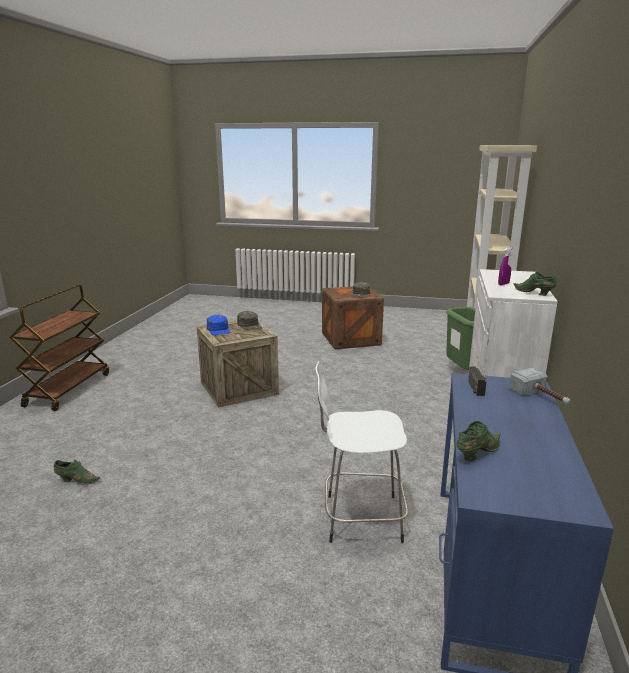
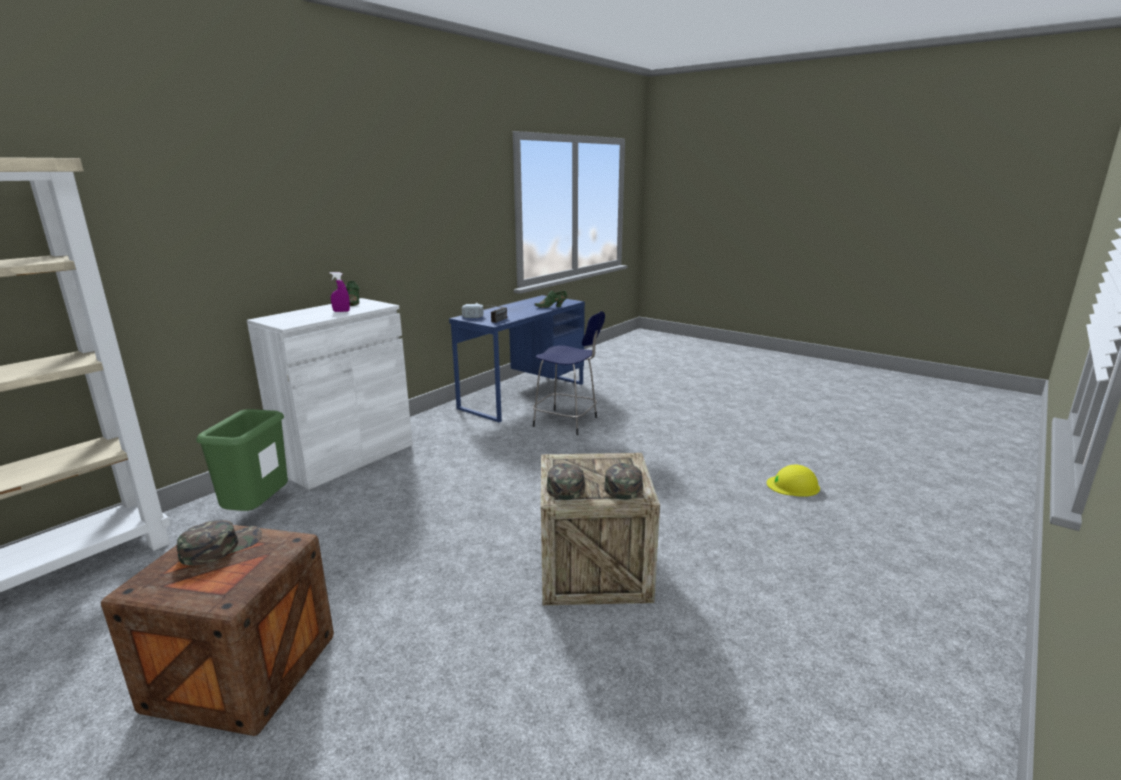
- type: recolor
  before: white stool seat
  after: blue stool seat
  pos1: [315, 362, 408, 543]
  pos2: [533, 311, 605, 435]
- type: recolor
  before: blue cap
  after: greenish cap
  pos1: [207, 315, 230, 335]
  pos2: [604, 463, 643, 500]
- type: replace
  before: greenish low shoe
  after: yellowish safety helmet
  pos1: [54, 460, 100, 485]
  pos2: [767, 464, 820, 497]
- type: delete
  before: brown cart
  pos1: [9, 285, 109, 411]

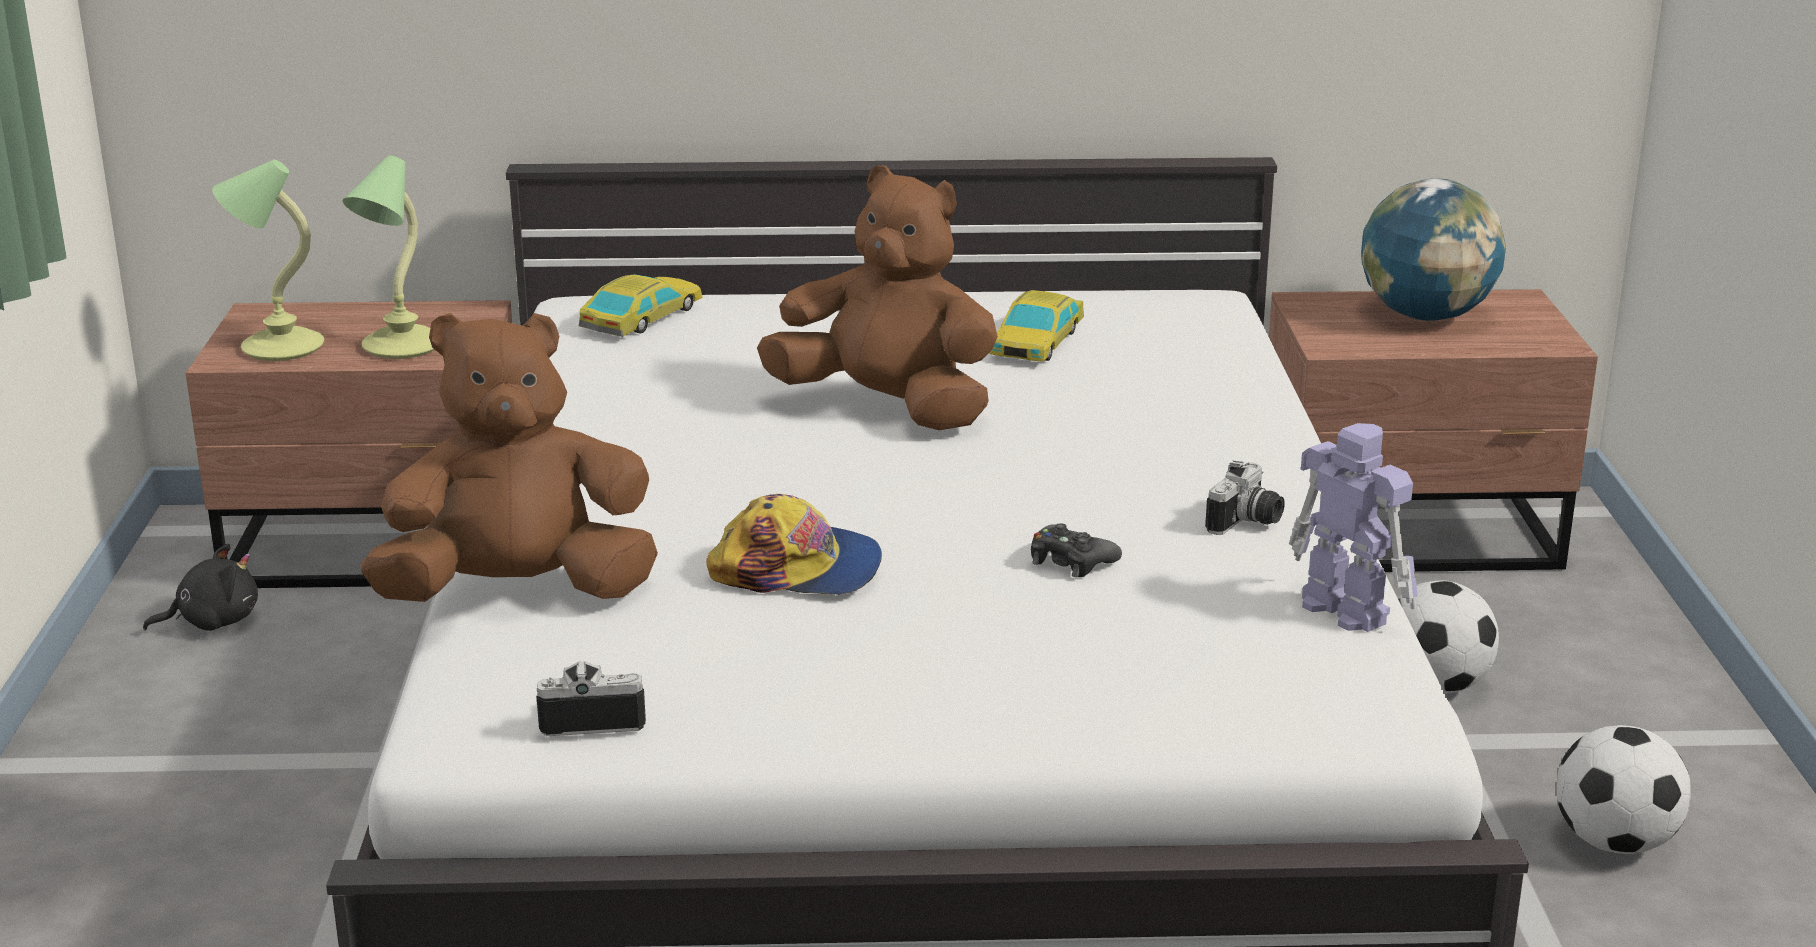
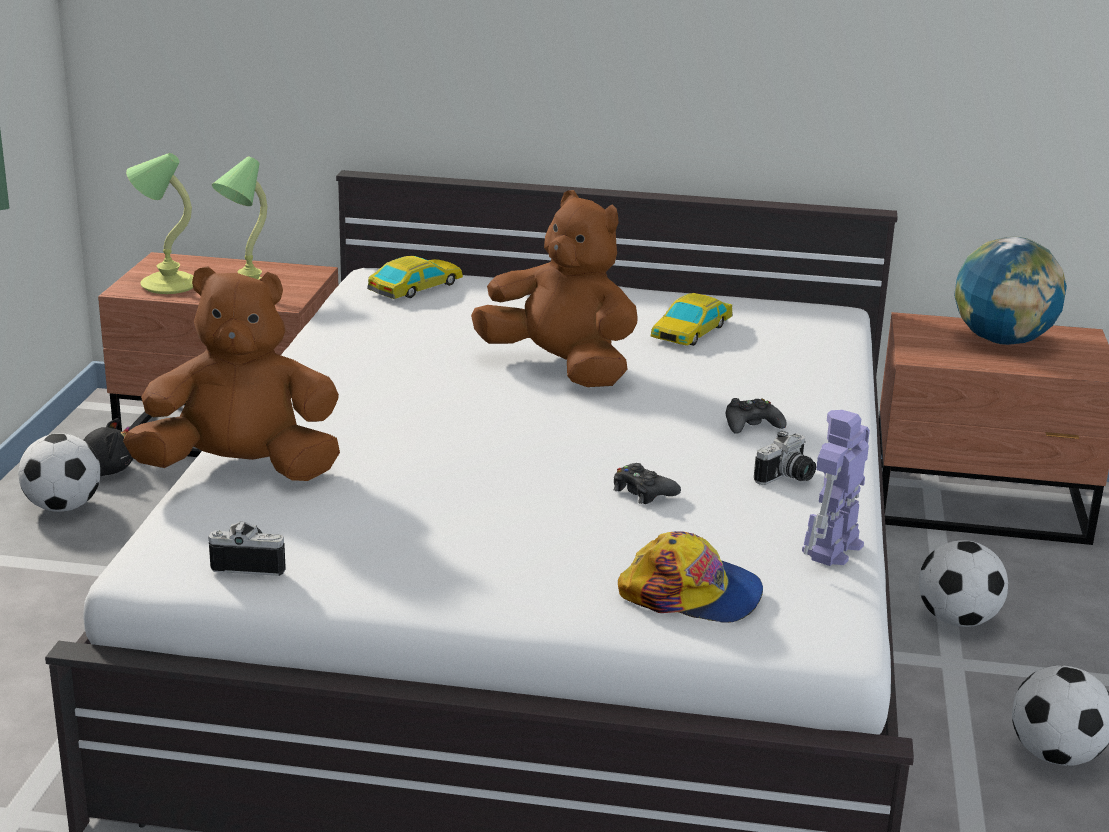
- type: insert
  after: football ball
  pos2: [19, 433, 100, 512]
- type: move
  before: cap
  pos1: [706, 494, 882, 594]
  pos2: [618, 531, 763, 623]
- type: insert
  after: black gamepad
  pos2: [726, 398, 786, 434]
- type: rotate
  before: toy robot
  pos1: [1289, 423, 1417, 632]
  pos2: [802, 410, 870, 566]
  turn: -120

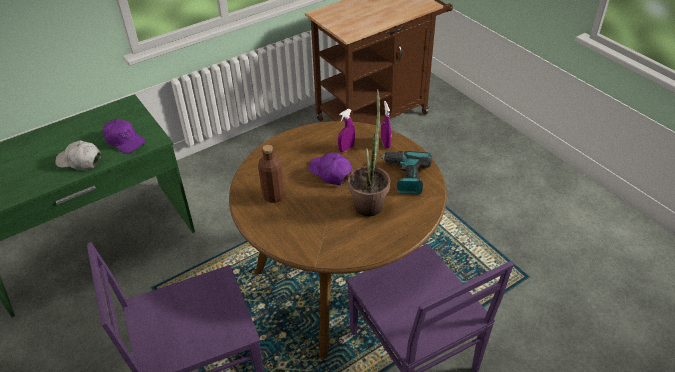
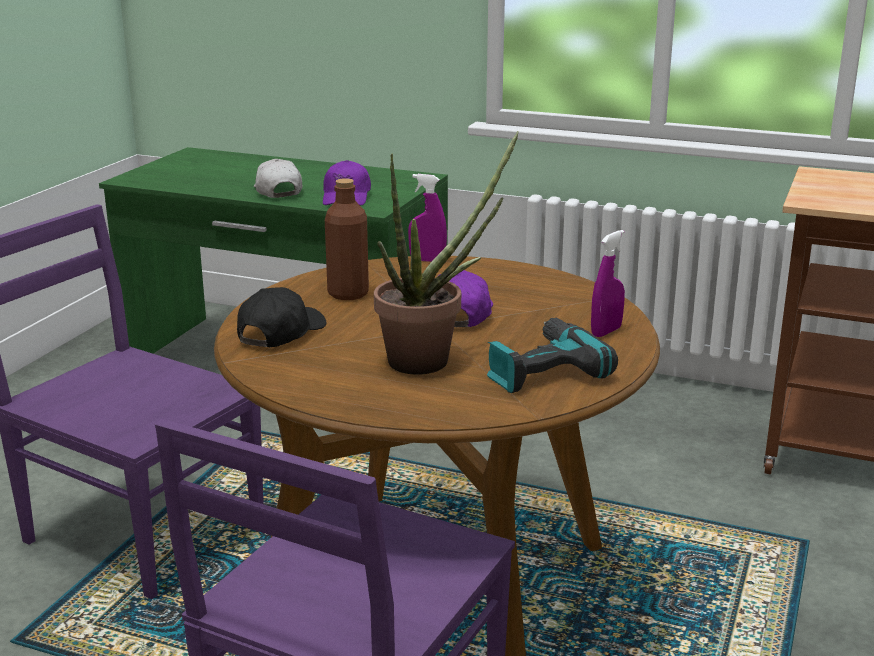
- type: insert
  after: black cap
  pos2: [237, 287, 326, 347]
- type: move
  before: purple spray bottle
  pos1: [338, 109, 355, 152]
  pos2: [408, 174, 447, 262]

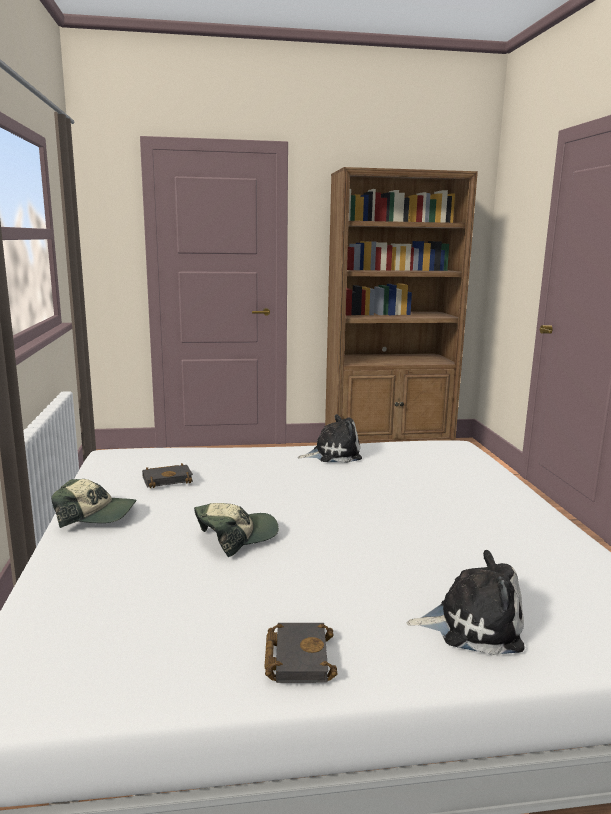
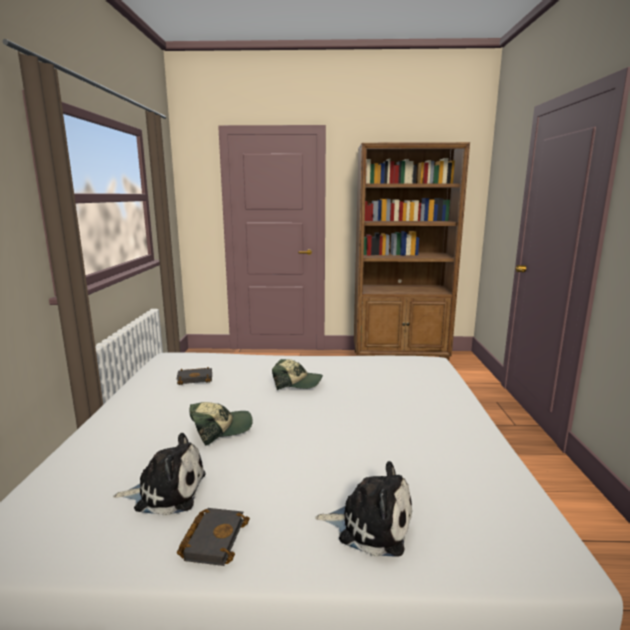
- type: move
  before: cuddly toy
  pos1: [298, 414, 362, 463]
  pos2: [113, 433, 206, 516]
- type: move
  before: cap
  pos1: [51, 479, 136, 528]
  pos2: [272, 359, 323, 390]

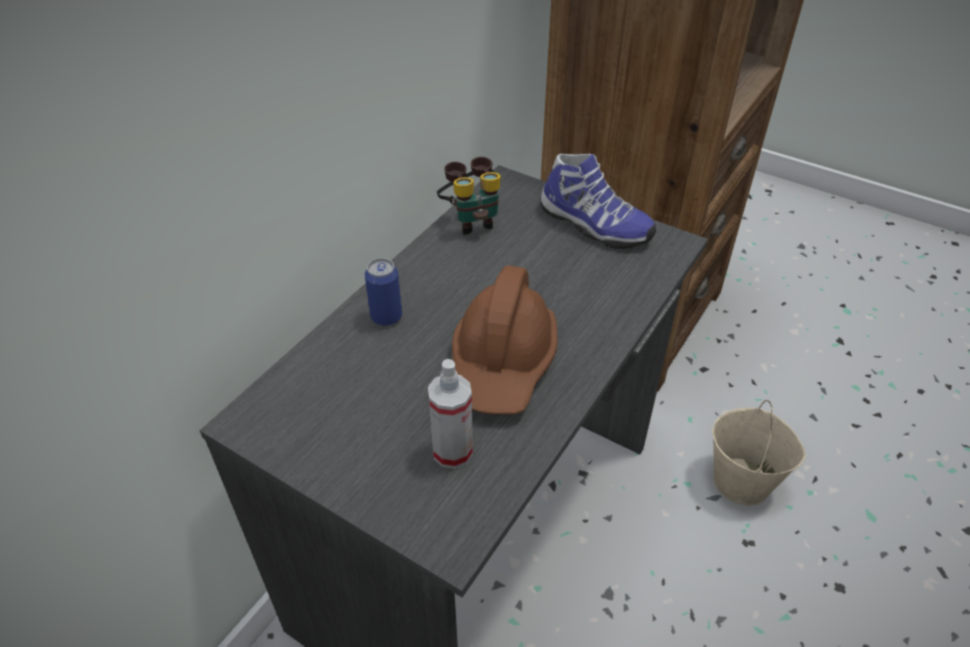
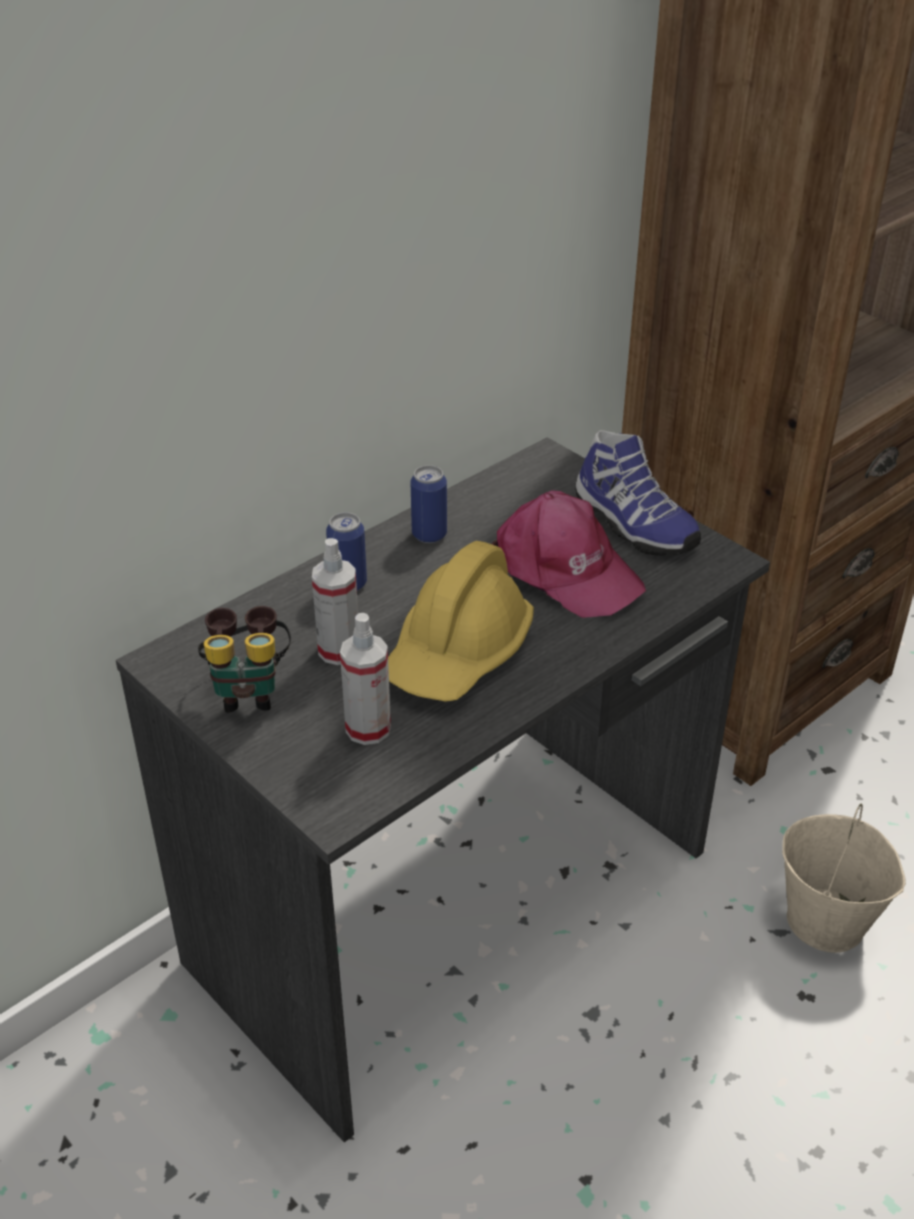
- type: move
  before: pair of binoculars
  pos1: [437, 157, 501, 235]
  pos2: [198, 606, 291, 713]
- type: insert
  after: spray bottle
  pos2: [312, 538, 358, 665]
- type: recolor
  before: brown safety helmet
  after: yellowish safety helmet
  pos1: [452, 265, 558, 414]
  pos2: [388, 541, 534, 702]
- type: insert
  after: sealed can
  pos2: [410, 465, 447, 543]
- type: insert
  after: pinkish cap
  pos2: [491, 490, 646, 618]

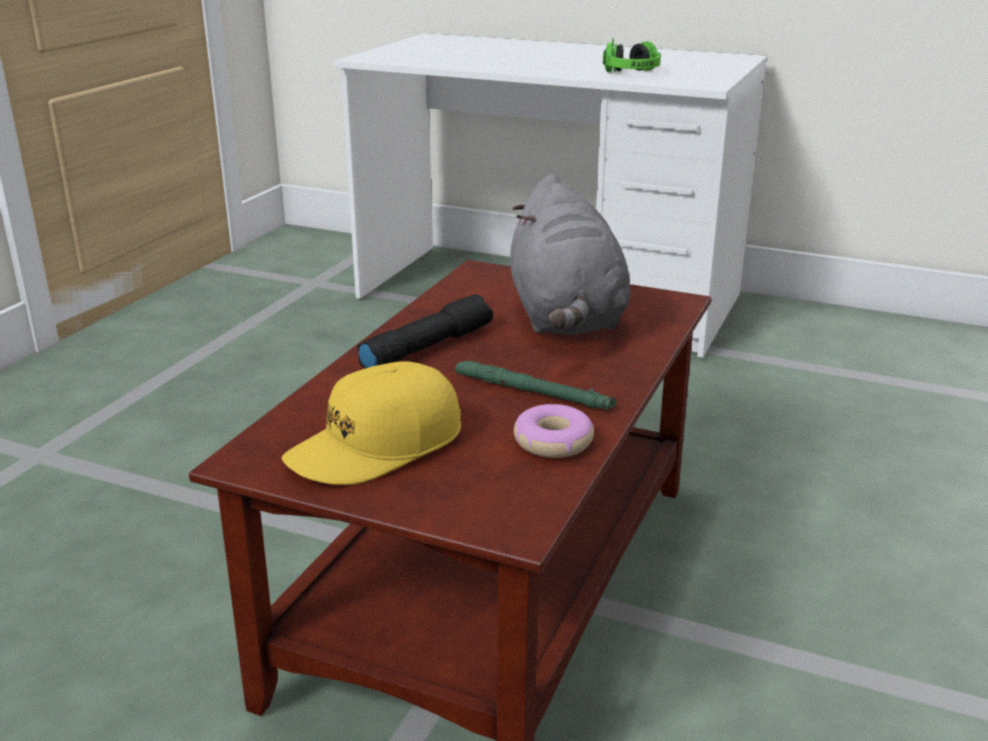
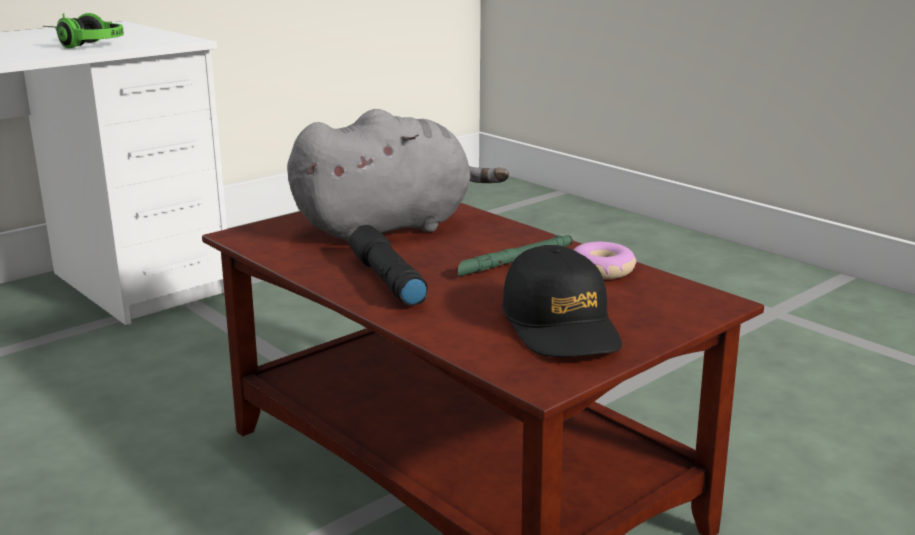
- type: rotate
  before: grey cuddly toy
  pos1: [510, 174, 630, 335]
  pos2: [287, 109, 509, 243]
  turn: -45
- type: recolor
  before: yellowish cap
  after: black cap
  pos1: [282, 361, 461, 485]
  pos2: [502, 245, 622, 357]

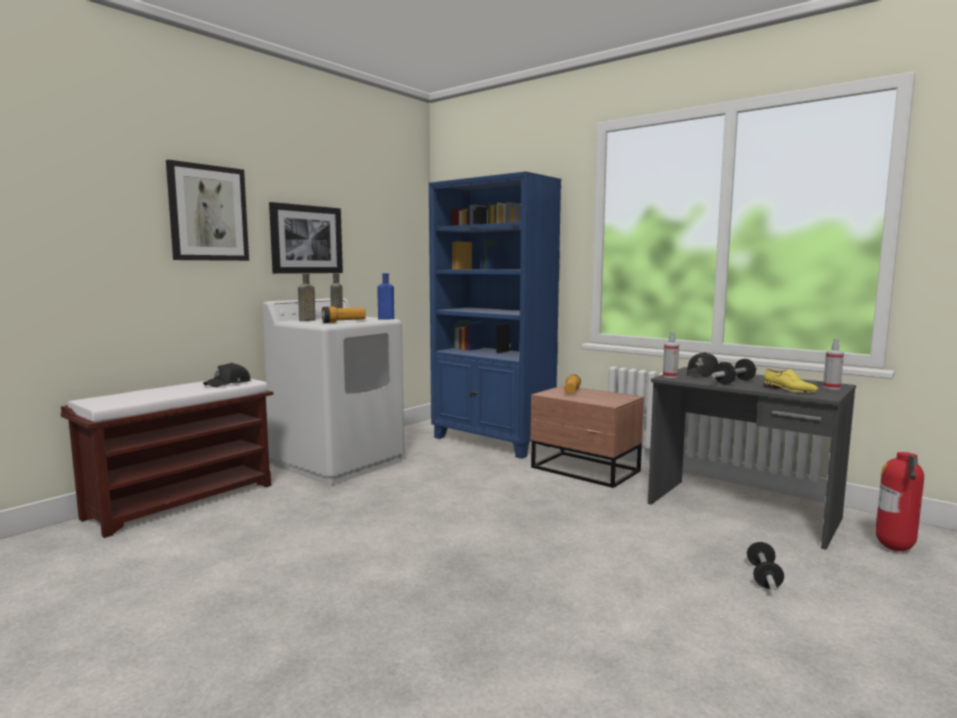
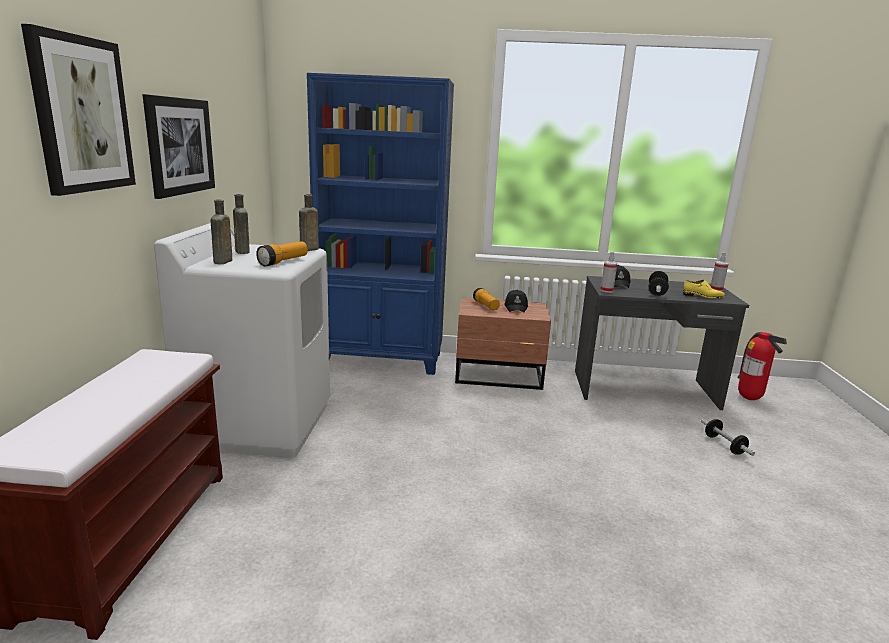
- type: recolor
  before: blue bottle
  after: brown bottle
  pos1: [377, 273, 394, 320]
  pos2: [299, 194, 319, 251]
- type: move
  before: black cap
  pos1: [203, 363, 250, 387]
  pos2: [504, 290, 528, 313]

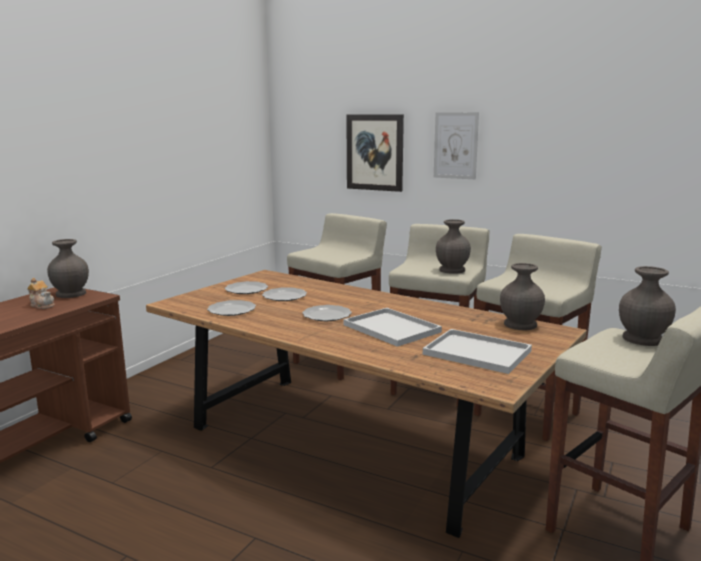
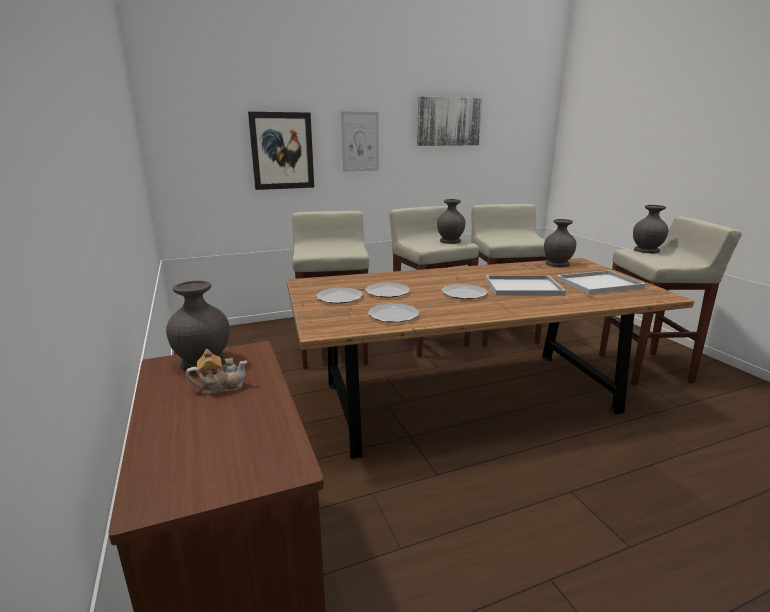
- type: insert
  after: picture
  pos2: [417, 96, 482, 146]

